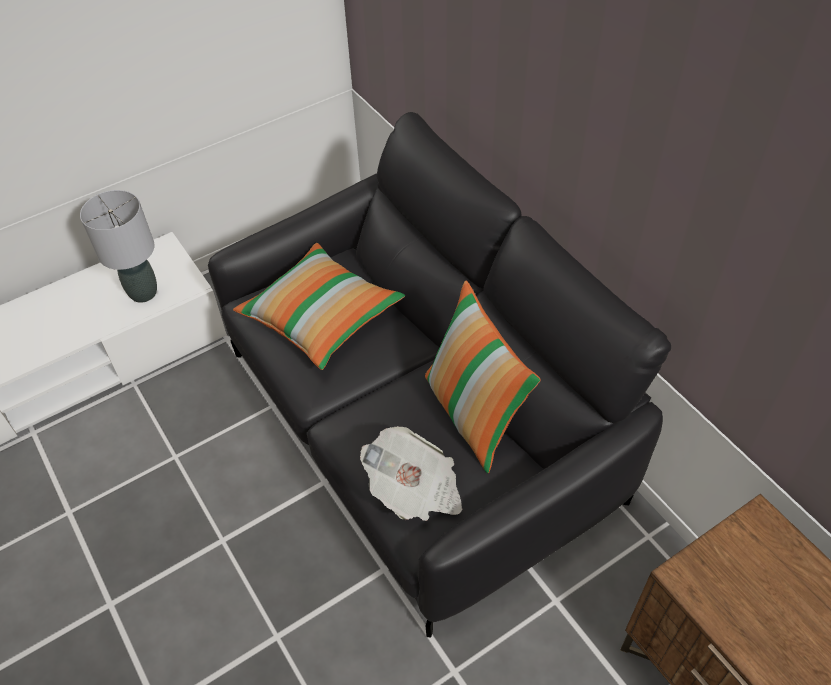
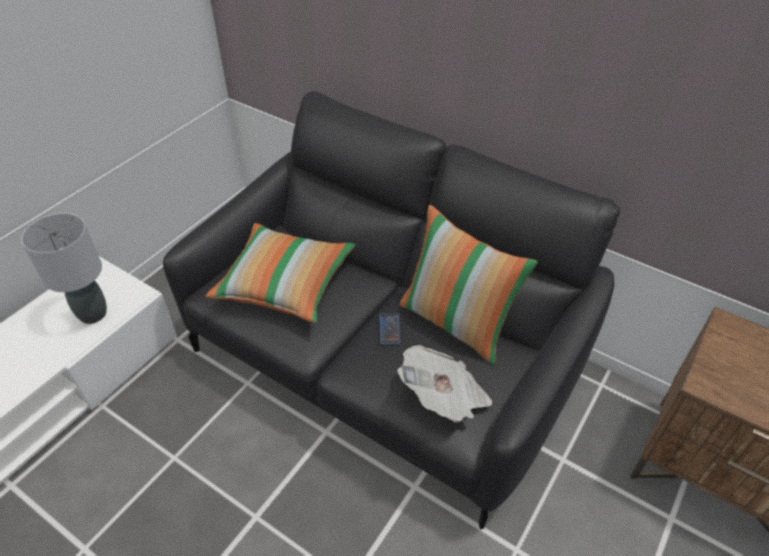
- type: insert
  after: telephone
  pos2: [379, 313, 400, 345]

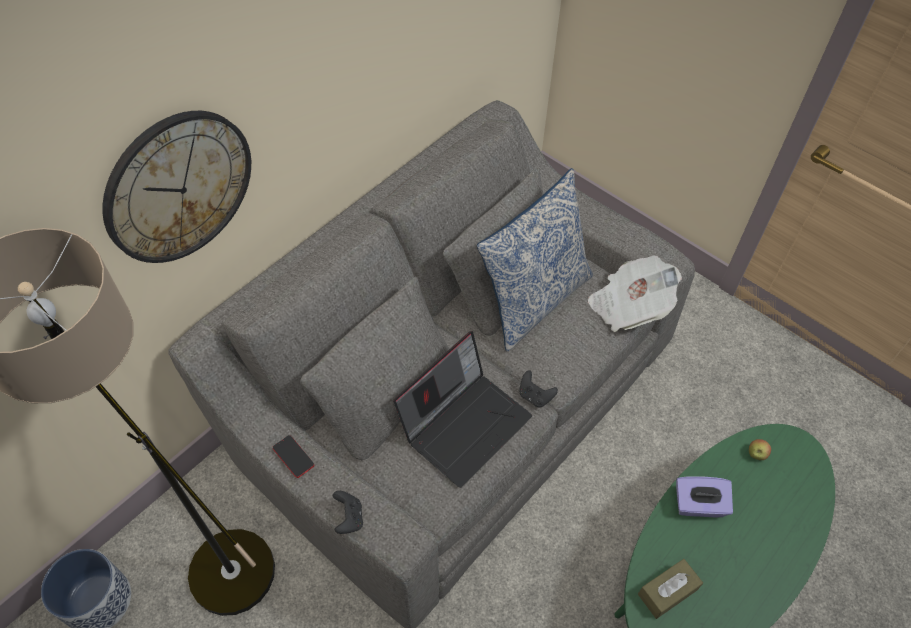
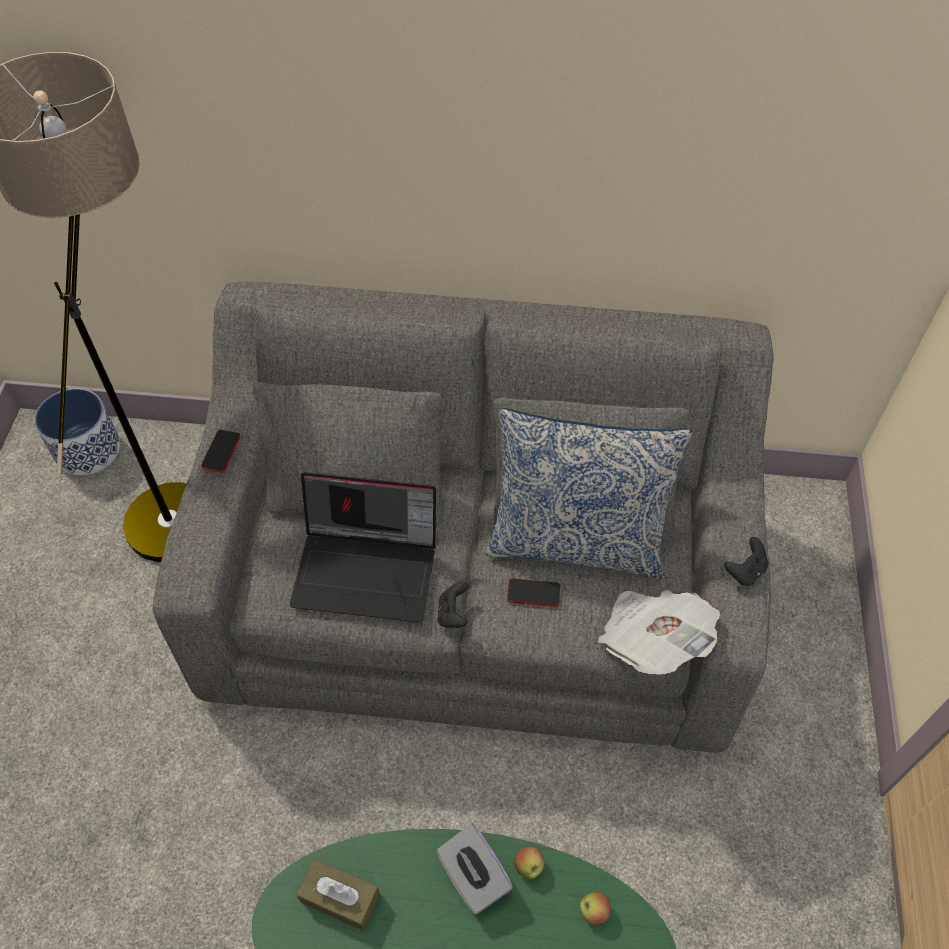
- type: recolor
  before: purple box of tissues
  after: grey box of tissues
  pos1: [676, 476, 733, 517]
  pos2: [436, 824, 513, 915]
- type: insert
  after: telephone
  pos2: [507, 578, 561, 607]
- type: insert
  after: apple fruit
  pos2: [514, 847, 544, 879]
- type: move
  before: black gamepad
  pos1: [333, 491, 363, 534]
  pos2: [724, 537, 769, 586]
- type: delete
  before: hanging clock
  pos1: [103, 111, 251, 263]

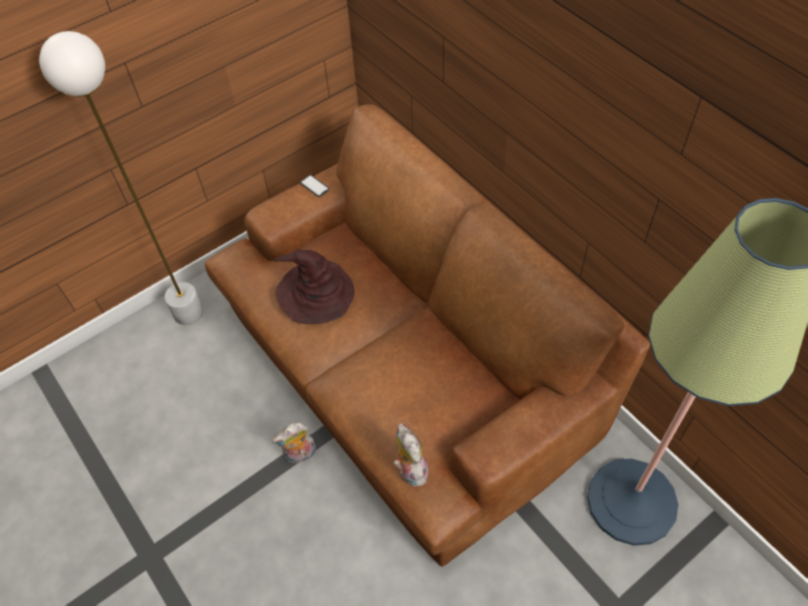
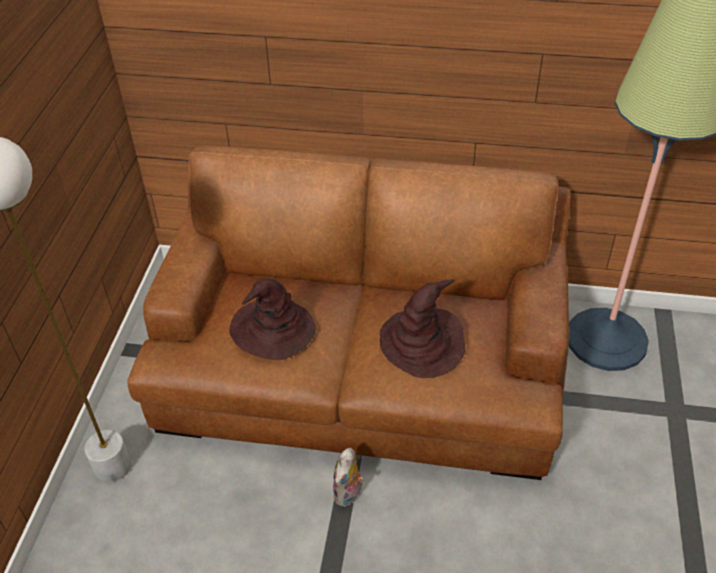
- type: insert
  after: brown wearable hat
  pos2: [380, 279, 465, 378]
- type: delete
  before: telephone
  pos1: [300, 175, 330, 197]
- type: delete
  before: cuddly toy
  pos1: [393, 423, 428, 486]

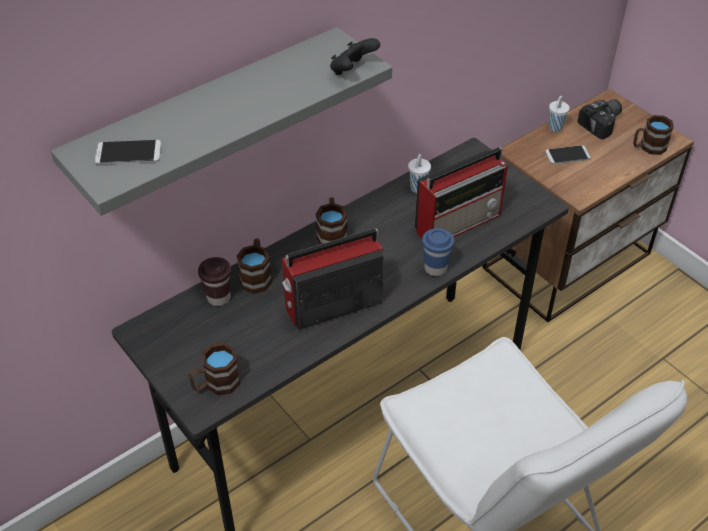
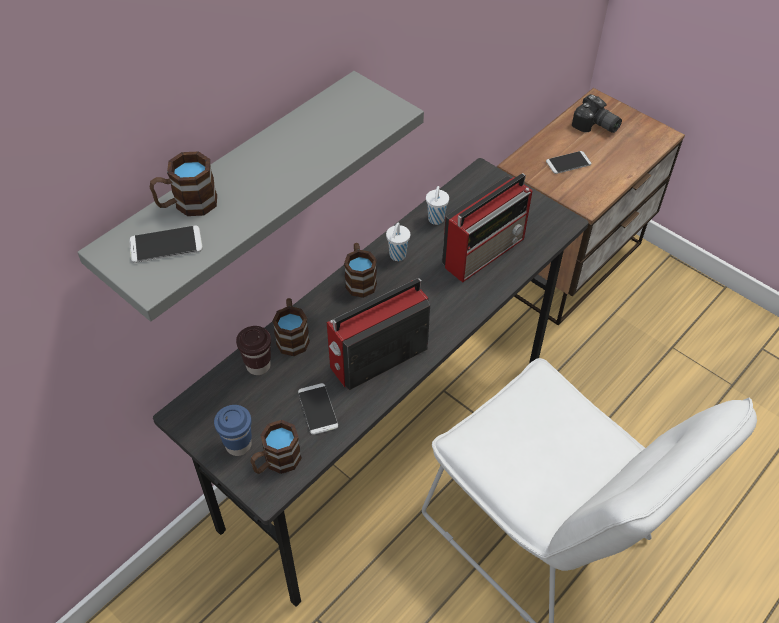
- type: move
  before: brown coffee mug
  pos1: [633, 115, 674, 155]
  pos2: [150, 151, 217, 216]
- type: move
  before: blue small cup
  pos1: [422, 228, 454, 276]
  pos2: [214, 405, 252, 456]
- type: insert
  after: telephone
  pos2: [298, 383, 338, 435]
- type: move
  before: white small cup
  pos1: [549, 96, 570, 132]
  pos2: [386, 222, 410, 261]
- type: rotate
  before: photo camera
  pos1: [577, 99, 622, 139]
  pos2: [572, 94, 622, 133]
  turn: 90
- type: delete
  before: black gamepad
  pos1: [330, 38, 380, 75]

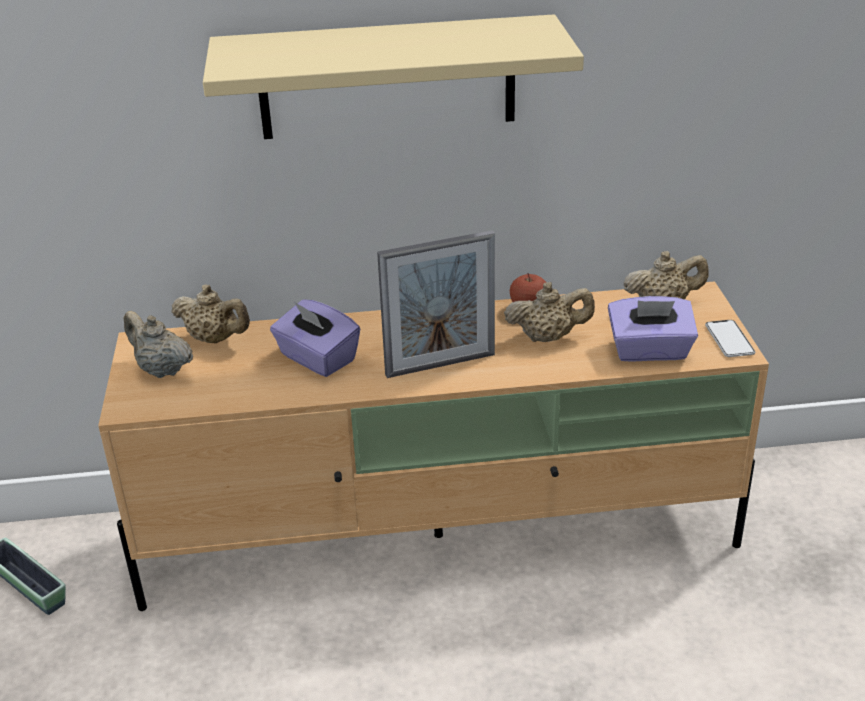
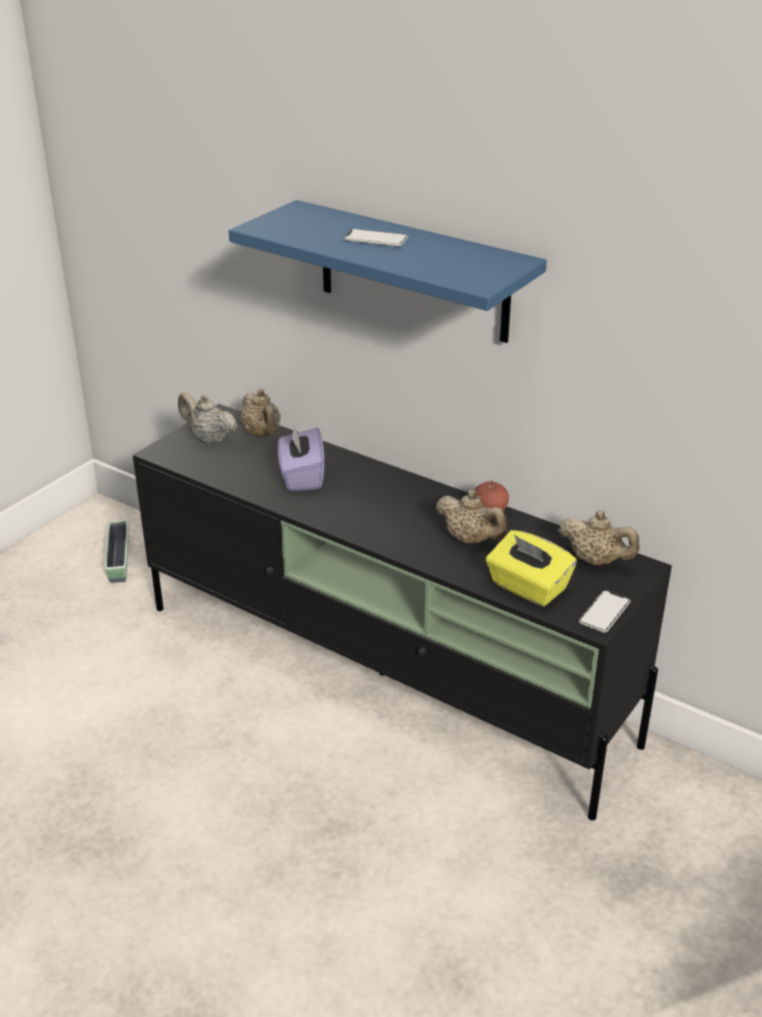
- type: recolor
  before: beige-coloured tv stand
  after: black tv stand
  pos1: [98, 281, 769, 611]
  pos2: [133, 404, 672, 820]
- type: rotate
  before: beige-coloured teapot
  pos1: [123, 311, 193, 378]
  pos2: [178, 392, 237, 444]
  turn: -45
- type: recolor
  before: beige-coloured bracket shelf
  after: blue bracket shelf
  pos1: [203, 14, 584, 139]
  pos2: [229, 200, 547, 343]
- type: insert
  after: telephone
  pos2: [344, 229, 408, 247]
- type: recolor
  before: purple box of tissues
  after: yellowish box of tissues
  pos1: [608, 296, 698, 362]
  pos2: [486, 530, 577, 607]
- type: delete
  before: photo frame
  pos1: [377, 230, 495, 378]

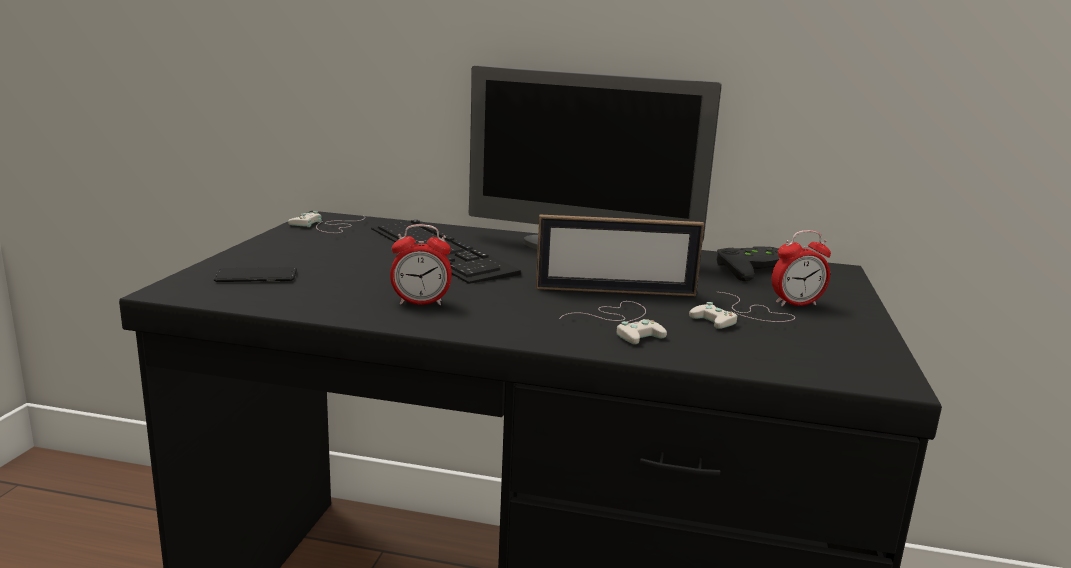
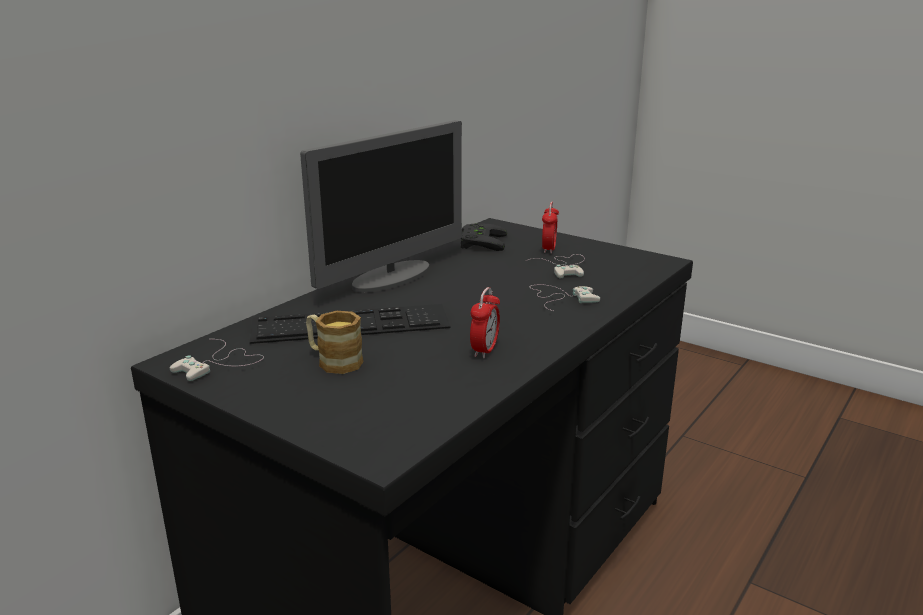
- type: insert
  after: coffee mug
  pos2: [306, 311, 363, 374]
- type: delete
  before: telephone
  pos1: [214, 267, 297, 282]
- type: delete
  before: photo frame
  pos1: [536, 214, 704, 296]

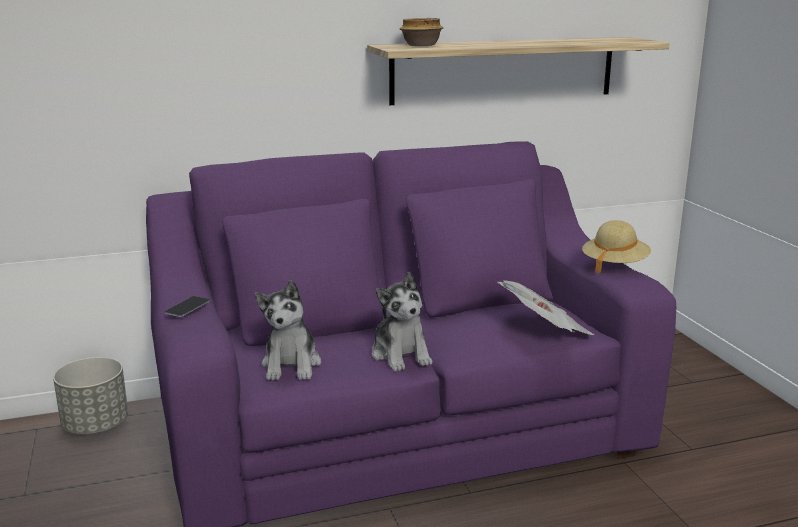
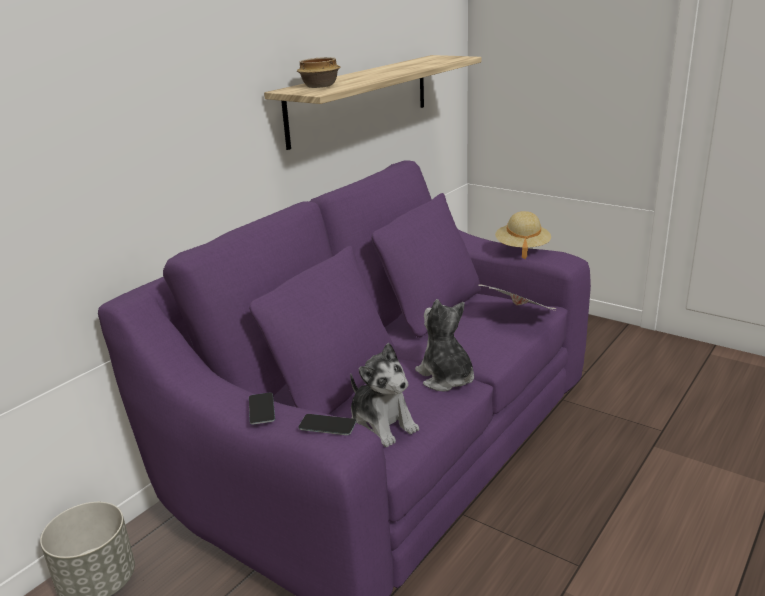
- type: insert
  after: telephone
  pos2: [298, 414, 356, 435]
- type: rotate
  before: cuddly toy
  pos1: [372, 272, 432, 372]
  pos2: [415, 299, 474, 391]
  turn: -150

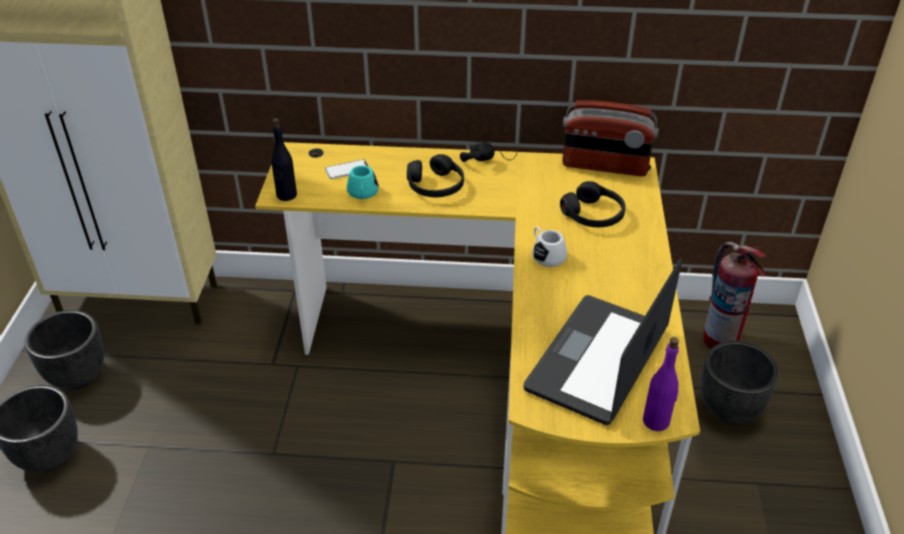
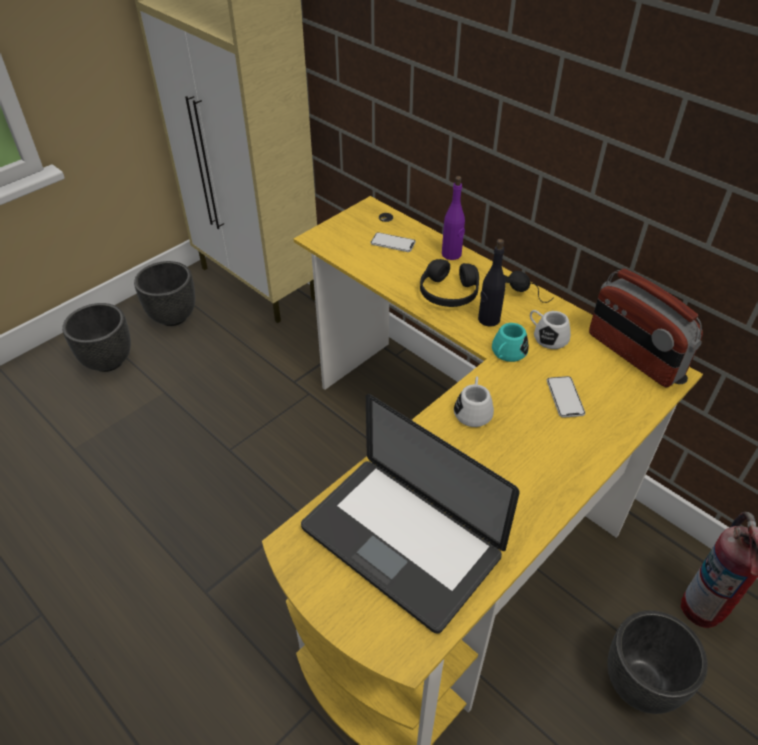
- type: rotate
  before: portable computer
  pos1: [524, 258, 682, 425]
  pos2: [301, 394, 520, 634]
  turn: -120
- type: move
  before: purple bottle
  pos1: [643, 337, 679, 431]
  pos2: [442, 176, 465, 260]
- type: move
  before: black bottle
  pos1: [271, 118, 297, 201]
  pos2: [478, 239, 506, 327]
- type: move
  before: turquoise coffee mug
  pos1: [347, 165, 379, 199]
  pos2: [492, 323, 529, 362]
- type: insert
  after: white coffee mug
  pos2: [530, 310, 571, 349]
- type: replace
  before: black pair of headphones
  after: telephone
  pos1: [560, 181, 626, 227]
  pos2: [547, 376, 586, 418]

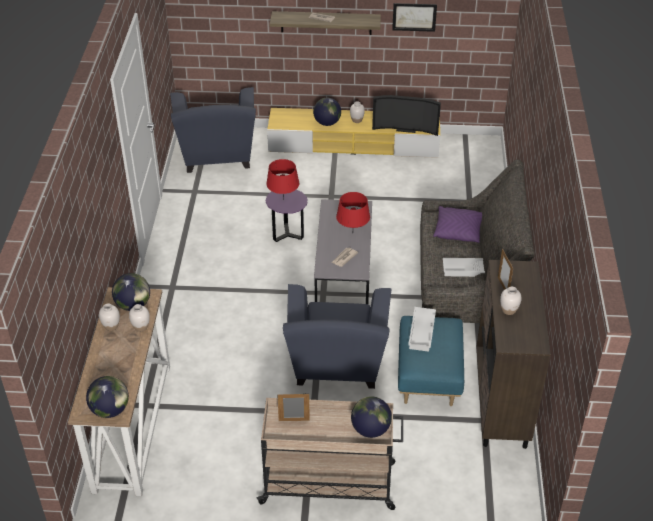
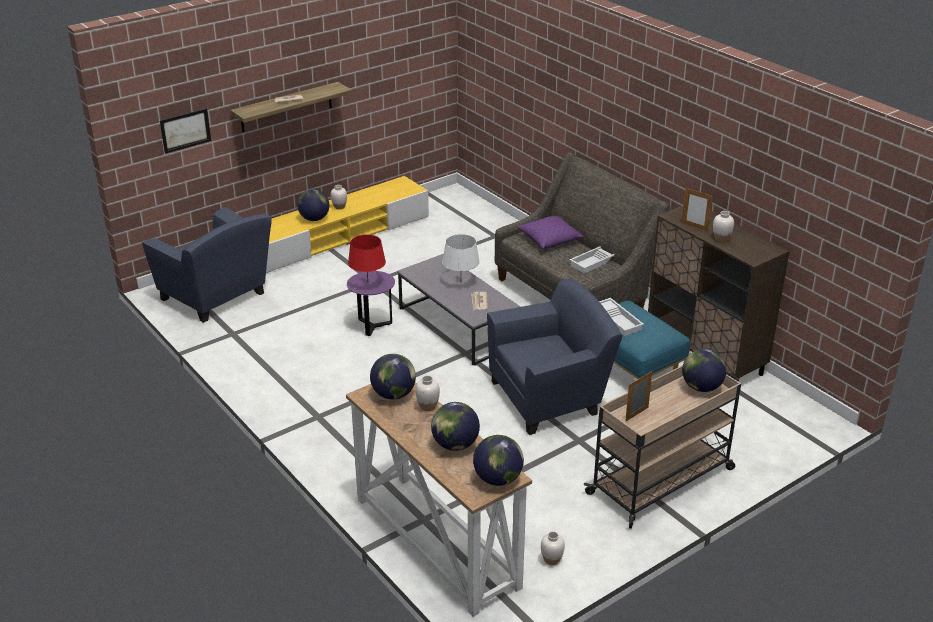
- type: move
  before: picture
  pos1: [392, 3, 437, 32]
  pos2: [160, 108, 211, 154]
- type: insert
  after: globe
  pos2: [431, 402, 480, 451]
- type: recolor
  before: red lamp for a table
  after: white lamp for a table
  pos1: [336, 192, 370, 228]
  pos2: [442, 234, 480, 271]
- type: rotate
  before: blue armchair
  pos1: [283, 284, 391, 389]
  pos2: [487, 278, 622, 435]
  turn: -75
- type: move
  before: white flower vase
  pos1: [99, 303, 120, 331]
  pos2: [541, 531, 565, 565]
- type: delete
  before: TV
  pos1: [372, 95, 441, 136]

